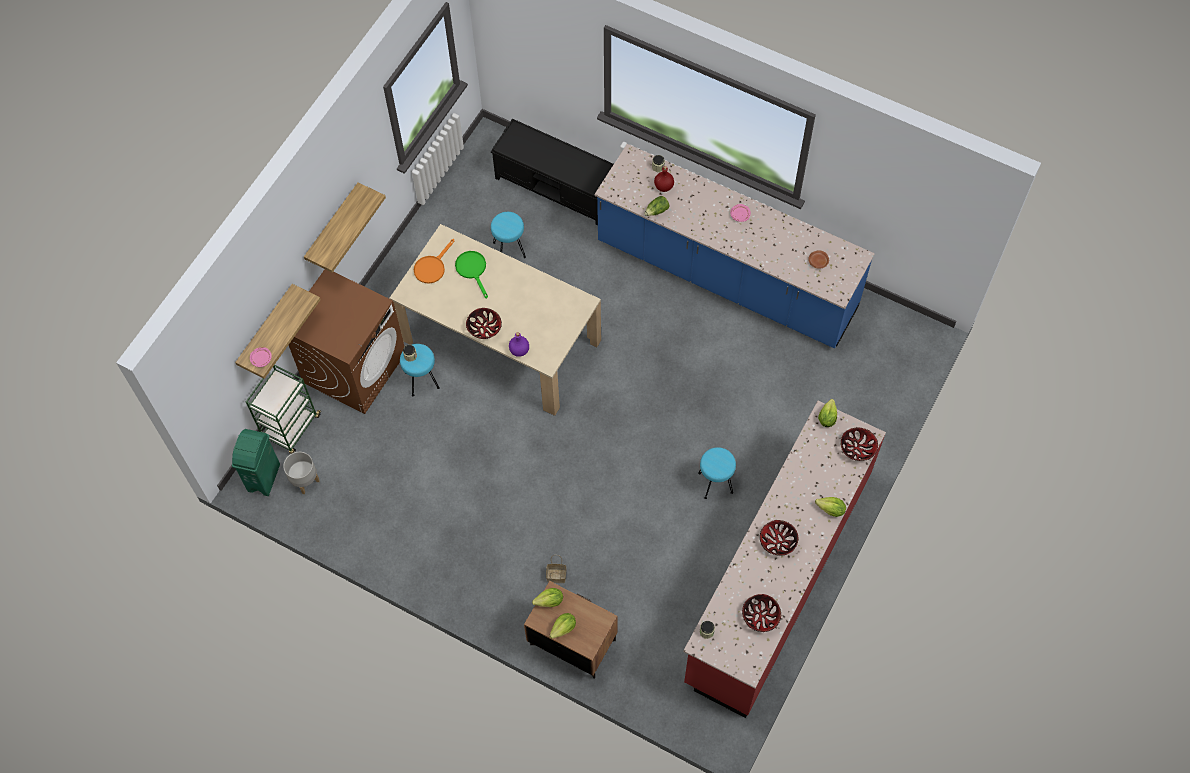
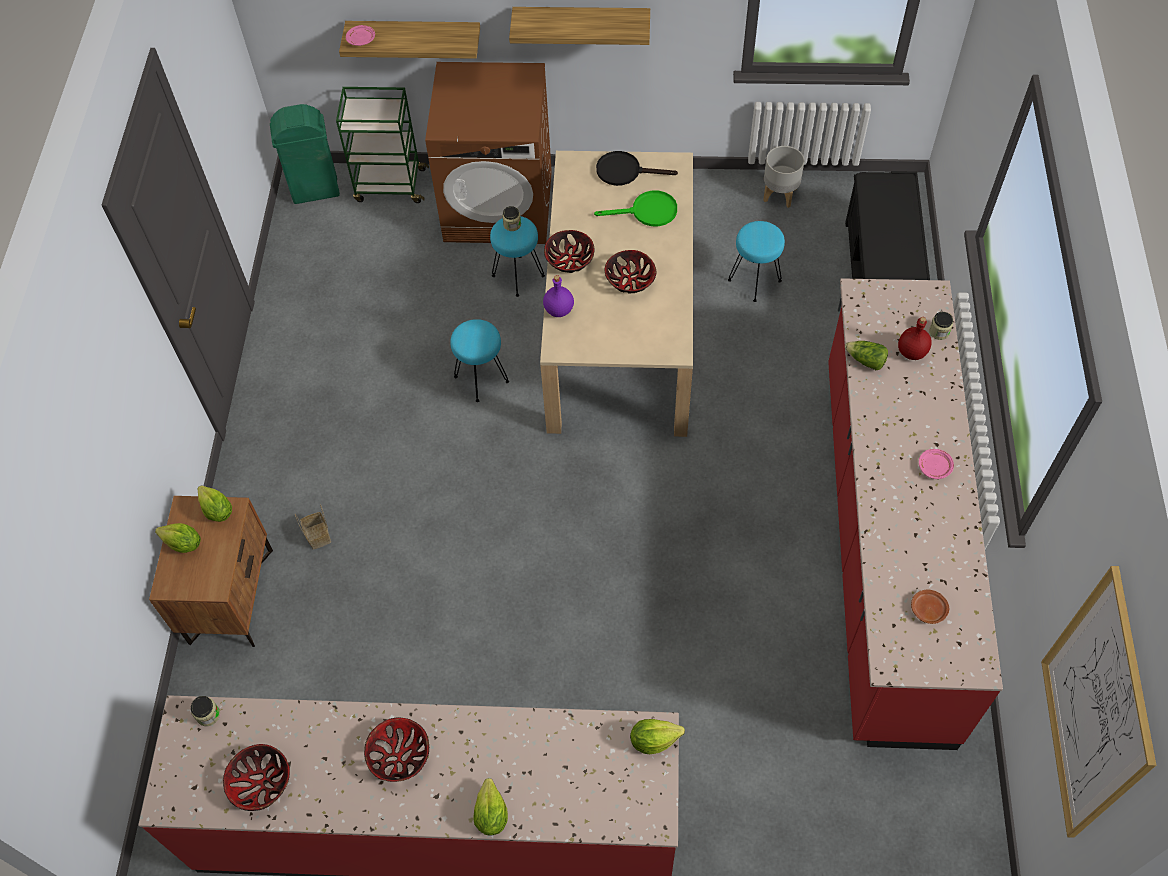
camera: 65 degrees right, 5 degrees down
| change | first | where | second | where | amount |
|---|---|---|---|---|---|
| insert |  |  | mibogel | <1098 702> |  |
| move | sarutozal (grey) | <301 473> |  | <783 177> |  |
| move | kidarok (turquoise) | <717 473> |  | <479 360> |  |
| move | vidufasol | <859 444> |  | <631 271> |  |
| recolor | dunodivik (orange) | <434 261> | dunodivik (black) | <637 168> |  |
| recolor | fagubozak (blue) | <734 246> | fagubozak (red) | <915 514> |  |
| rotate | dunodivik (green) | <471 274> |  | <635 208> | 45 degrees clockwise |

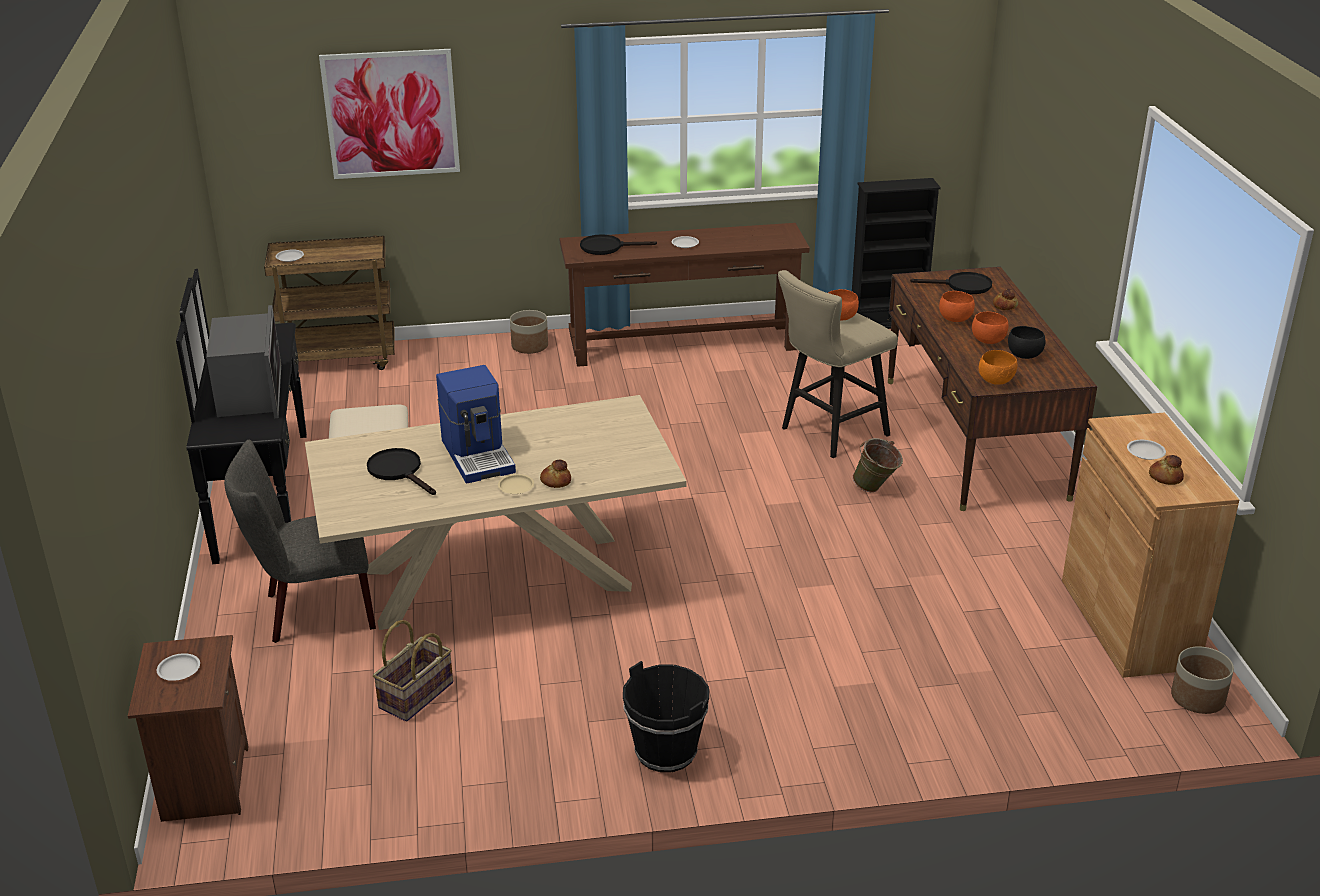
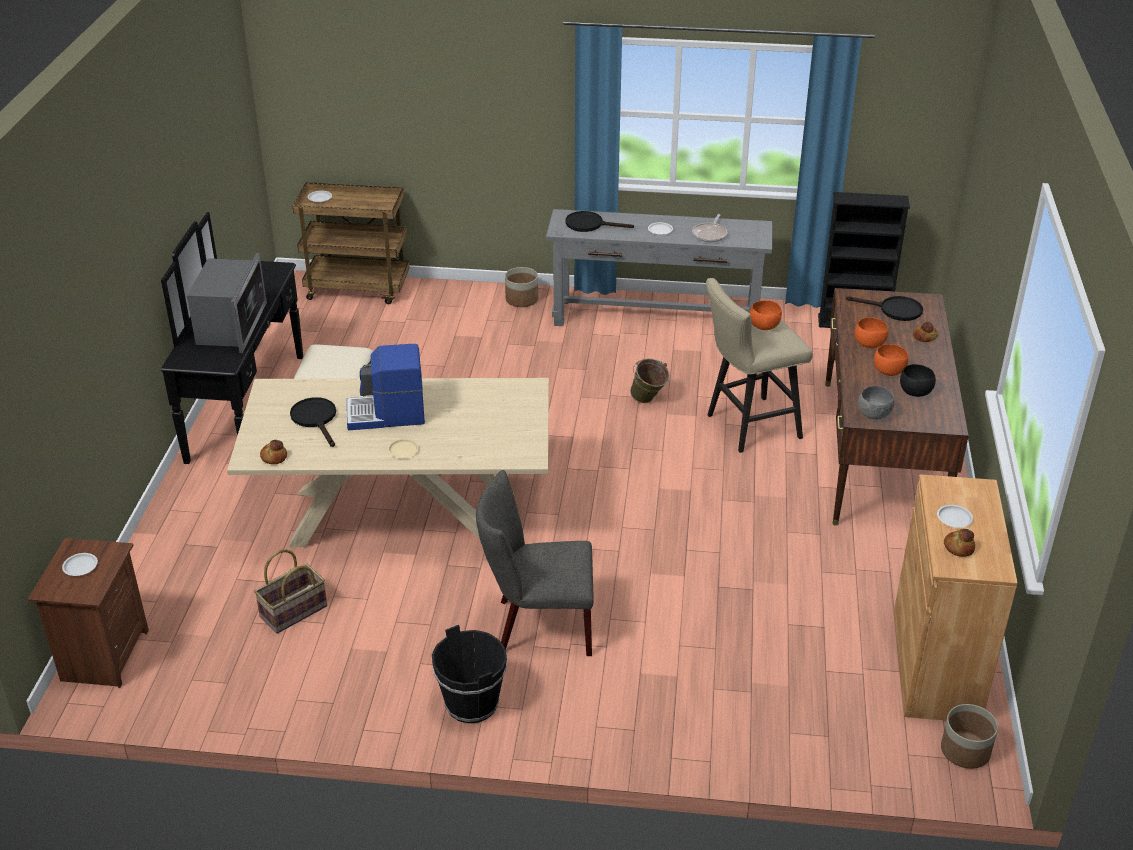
camera: 15 degrees right, 5 degrees up
| change | first | where | second | where | amount |
|---|---|---|---|---|---|
| delete | mibogel | <389 114> |  |  |  |
| insert |  |  | dunodivik | <709 228> |  |
| move | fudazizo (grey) | <300 541> |  | <535 563> |  |
| move | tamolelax | <555 474> |  | <273 452> |  |
| move | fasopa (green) | <878 465> |  | <650 380> |  |
| recolor | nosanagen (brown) | <684 295> | nosanagen (grey) | <659 267> |  |
| recolor | vidufasol (orange) | <998 367> | vidufasol (grey) | <876 402> |  |
| rotate | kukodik | <476 424> |  | <386 387> | 90 degrees clockwise |

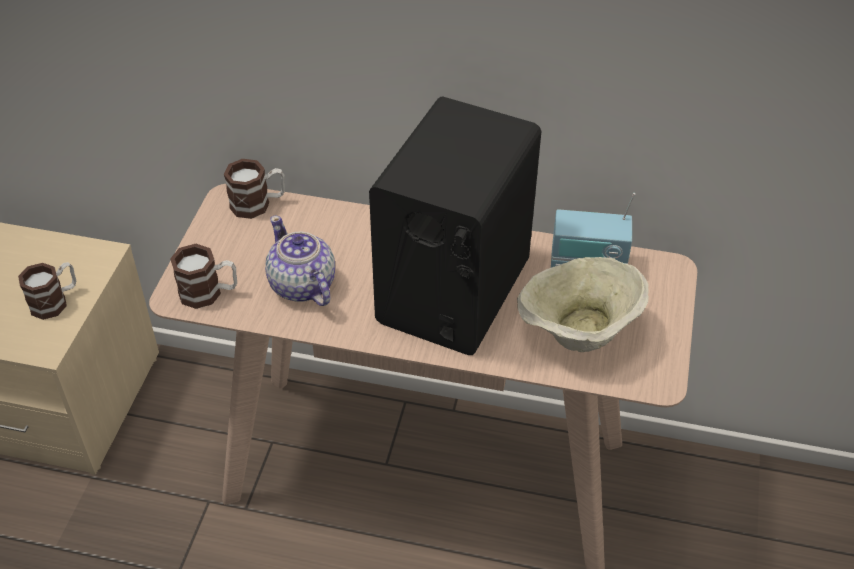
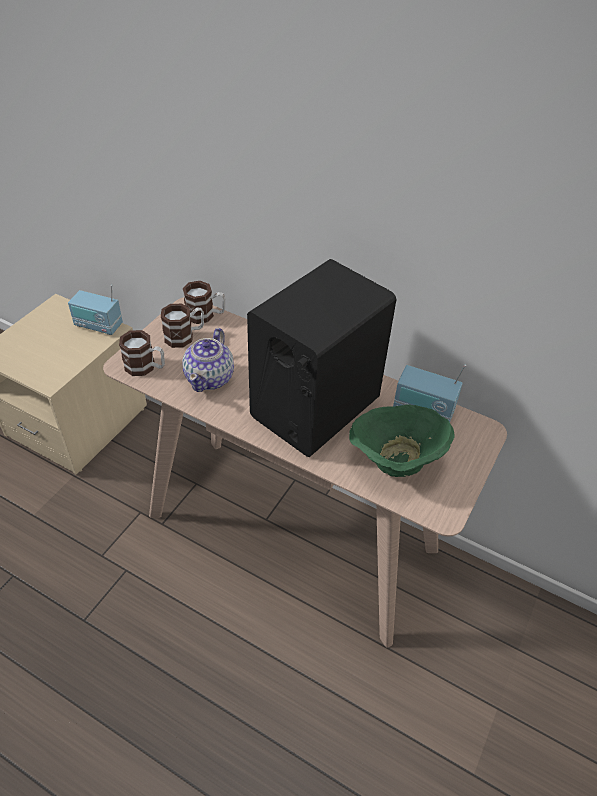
camera: 15 degrees right, 0 degrees up
| change | first | where | second | where | amount |
|---|---|---|---|---|---|
| insert |  |  | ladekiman | <95 310> |  |
| move | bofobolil | <47 291> |  | <182 326> |  |
| recolor | vidufasol (beige) | <583 304> | vidufasol (green) | <402 440> |  |
| rotate | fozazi | <300 261> |  | <208 360> | 150 degrees counterclockwise |

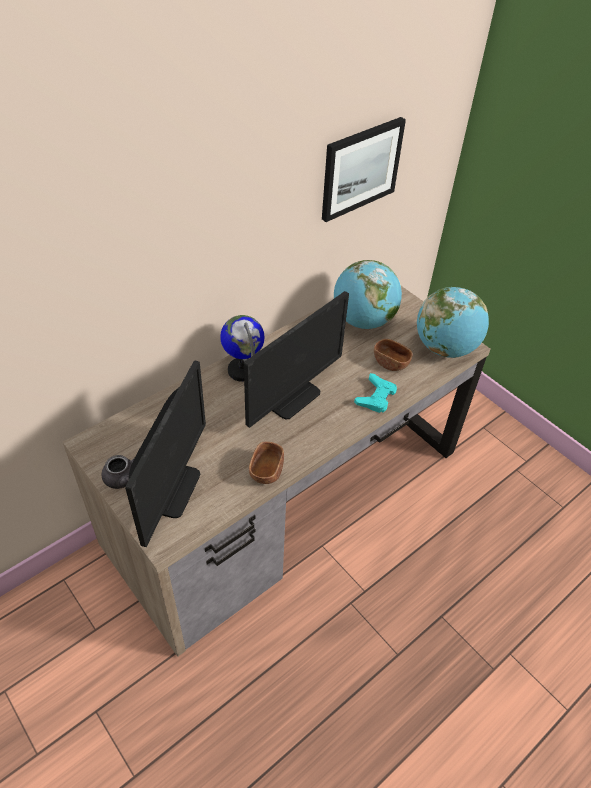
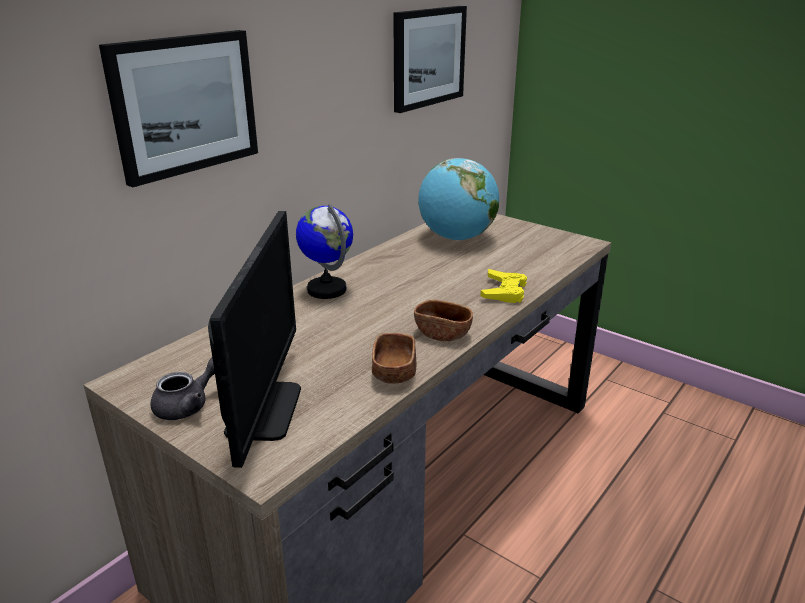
camera: 10 degrees left, 20 degrees down
| change | first | where | second | where | amount |
|---|---|---|---|---|---|
| delete | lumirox | <296 359> |  |  |  |
| delete | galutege | <453 322> |  |  |  |
| insert |  |  | mibogel | <178 108> |  |
| move | vidufasol (brown) | <393 355> |  | <443 320> |  |
| recolor | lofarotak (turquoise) | <375 393> | lofarotak (yellow) | <504 286> |  |

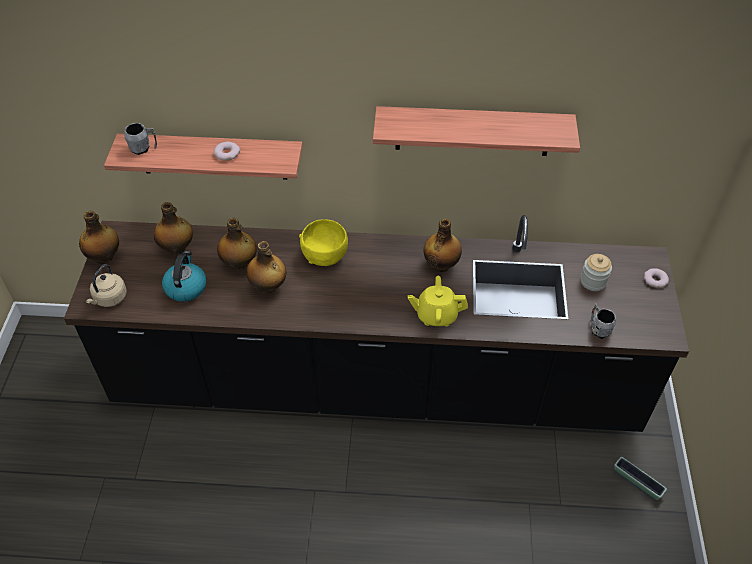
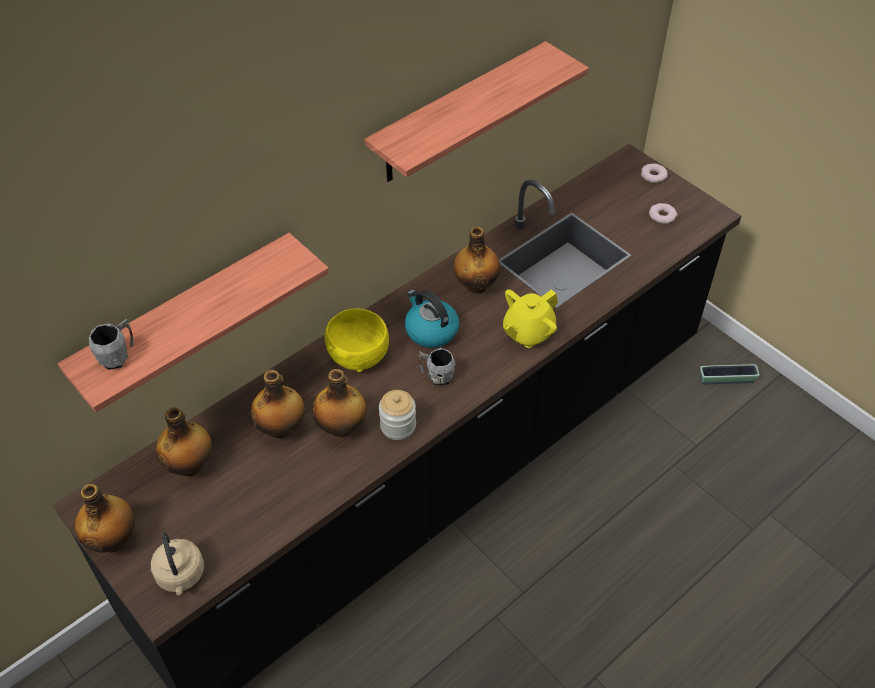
camera: 45 degrees left, 0 degrees up
| change | first | where | second | where | amount |
|---|---|---|---|---|---|
| move | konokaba | <184 276> |  | <432 319> |  |
| move | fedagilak | <227 151> |  | <663 213> |  |
| move | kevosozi | <596 272> |  | <397 415> |  |
| move | bofobolil (grey) | <603 321> |  | <437 366> |  |

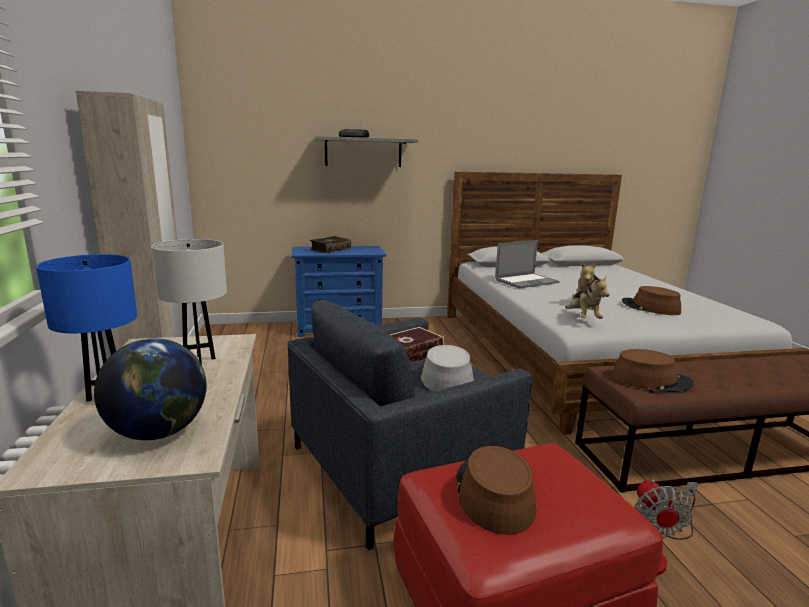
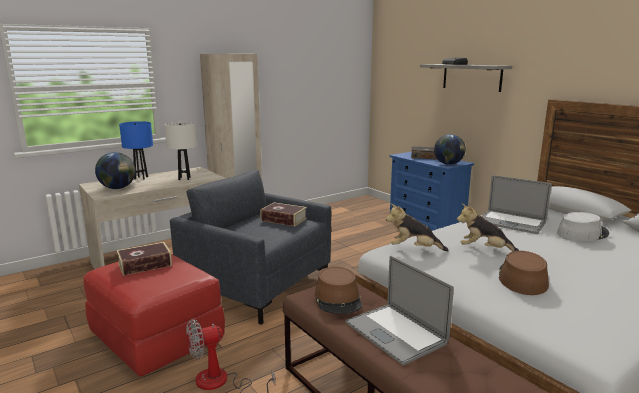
camera: 65 degrees right, 0 degrees up
| change | first | where | second | where | amount |
|---|---|---|---|---|---|
| insert |  |  | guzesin | <399 310> |  |
| insert |  |  | galutege | <450 149> |  |
| move | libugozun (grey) | <447 368> |  | <583 227> |  |
| replace | libugozun (brown) | <496 490> | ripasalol | <144 259> |  |
| rotate | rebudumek | <587 297> |  | <417 227> | 45 degrees clockwise |

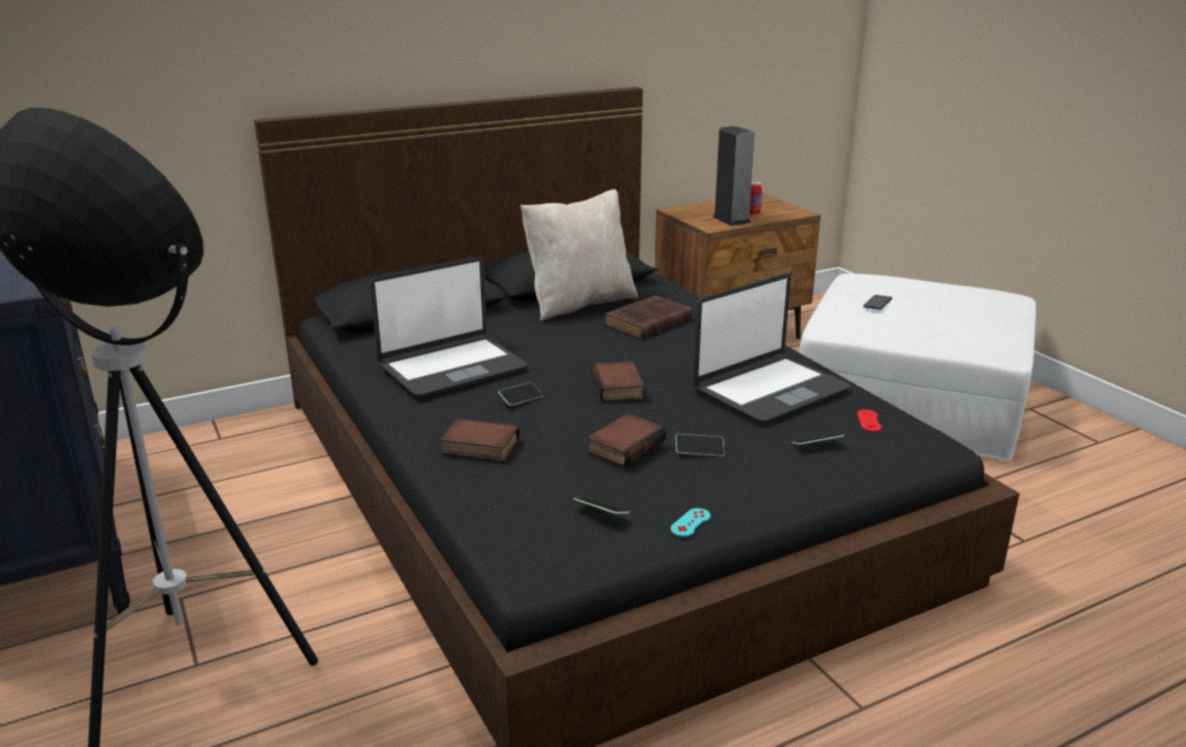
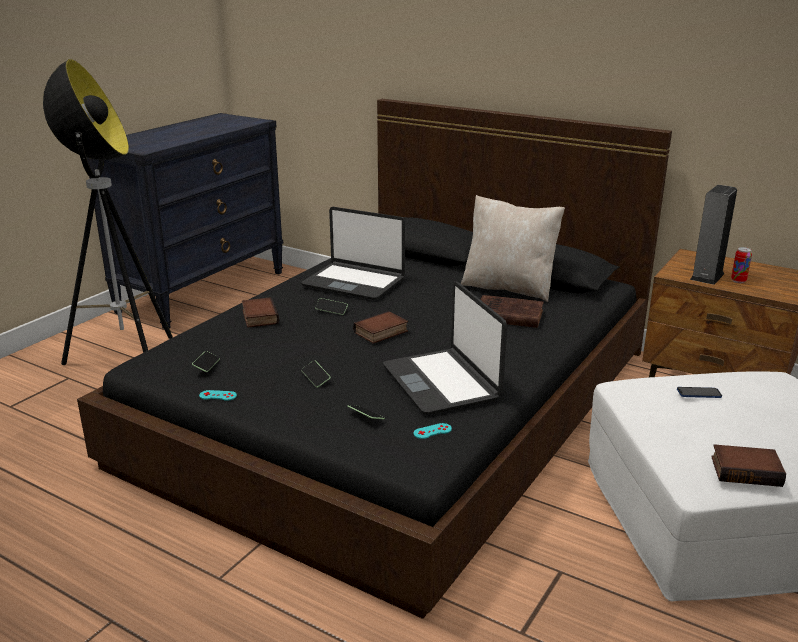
camera: 60 degrees right, 0 degrees up
| change | first | where | second | where | amount |
|---|---|---|---|---|---|
| move | ripasalol | <626 440> |  | <748 465> |  |
| recolor | lofarotak (red) | <869 420> | lofarotak (turquoise) | <432 431> |  |
| rotate | guzesin | <772 348> |  | <445 348> | 45 degrees clockwise |

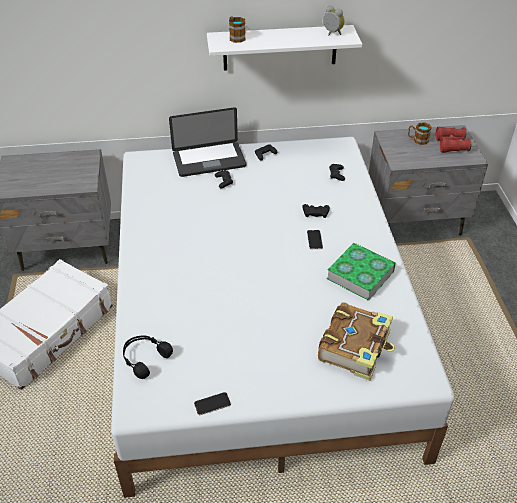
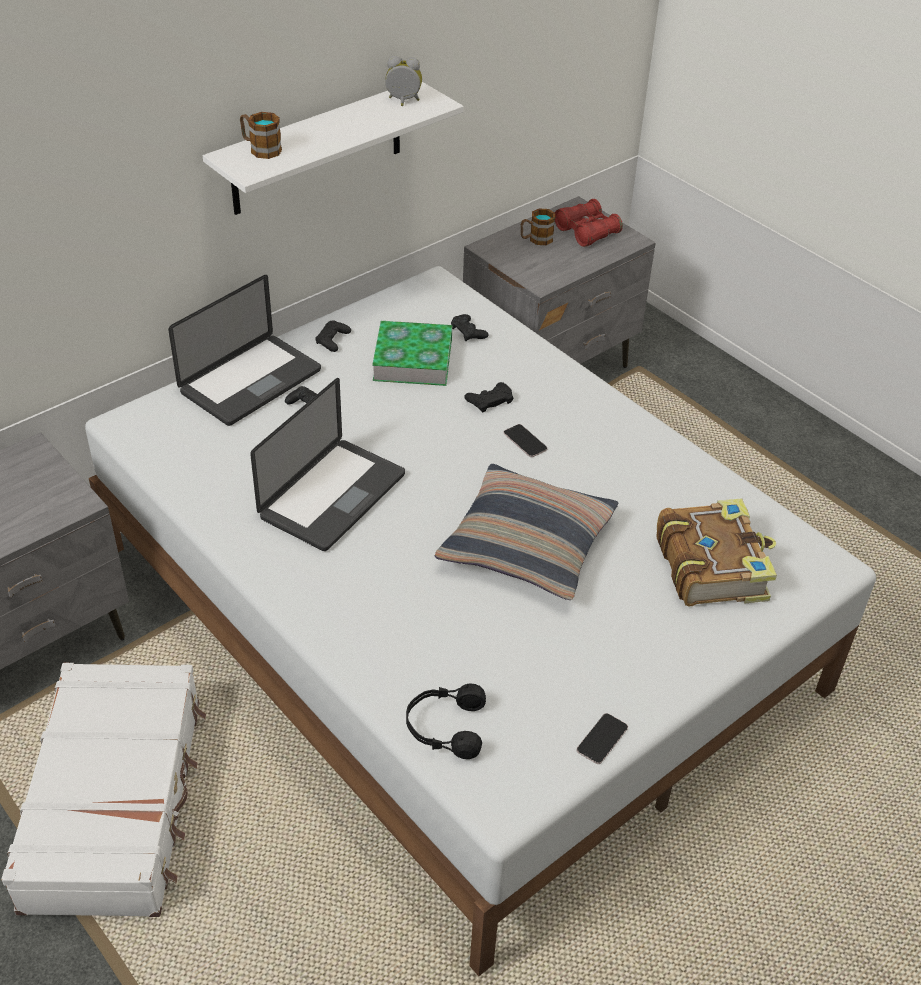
camera: 35 degrees left, 0 degrees up
| change | first | where | second | where | amount |
|---|---|---|---|---|---|
| insert |  |  | guzesin | <327 464> |  |
| insert |  |  | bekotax | <526 532> |  |
| move | ripasalol | <361 272> |  | <412 353> |  |

